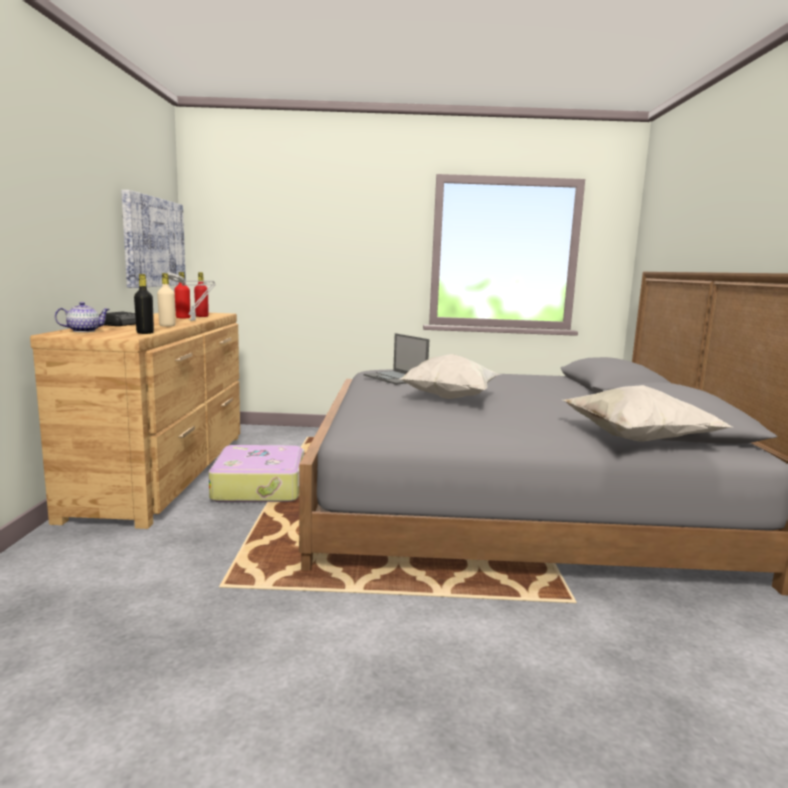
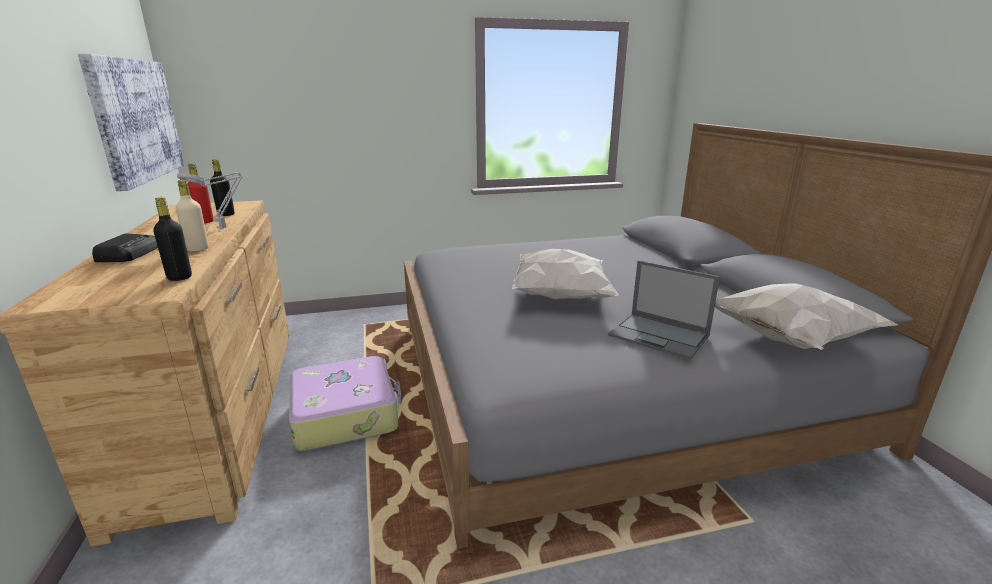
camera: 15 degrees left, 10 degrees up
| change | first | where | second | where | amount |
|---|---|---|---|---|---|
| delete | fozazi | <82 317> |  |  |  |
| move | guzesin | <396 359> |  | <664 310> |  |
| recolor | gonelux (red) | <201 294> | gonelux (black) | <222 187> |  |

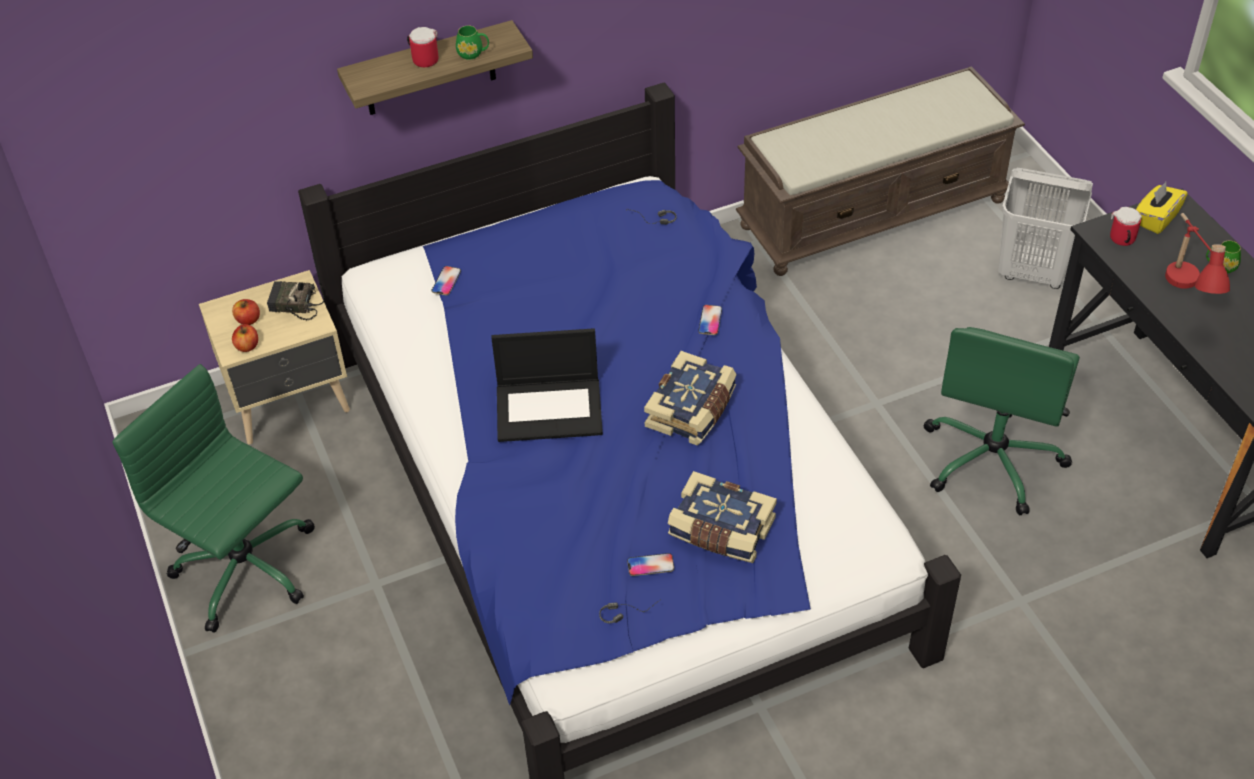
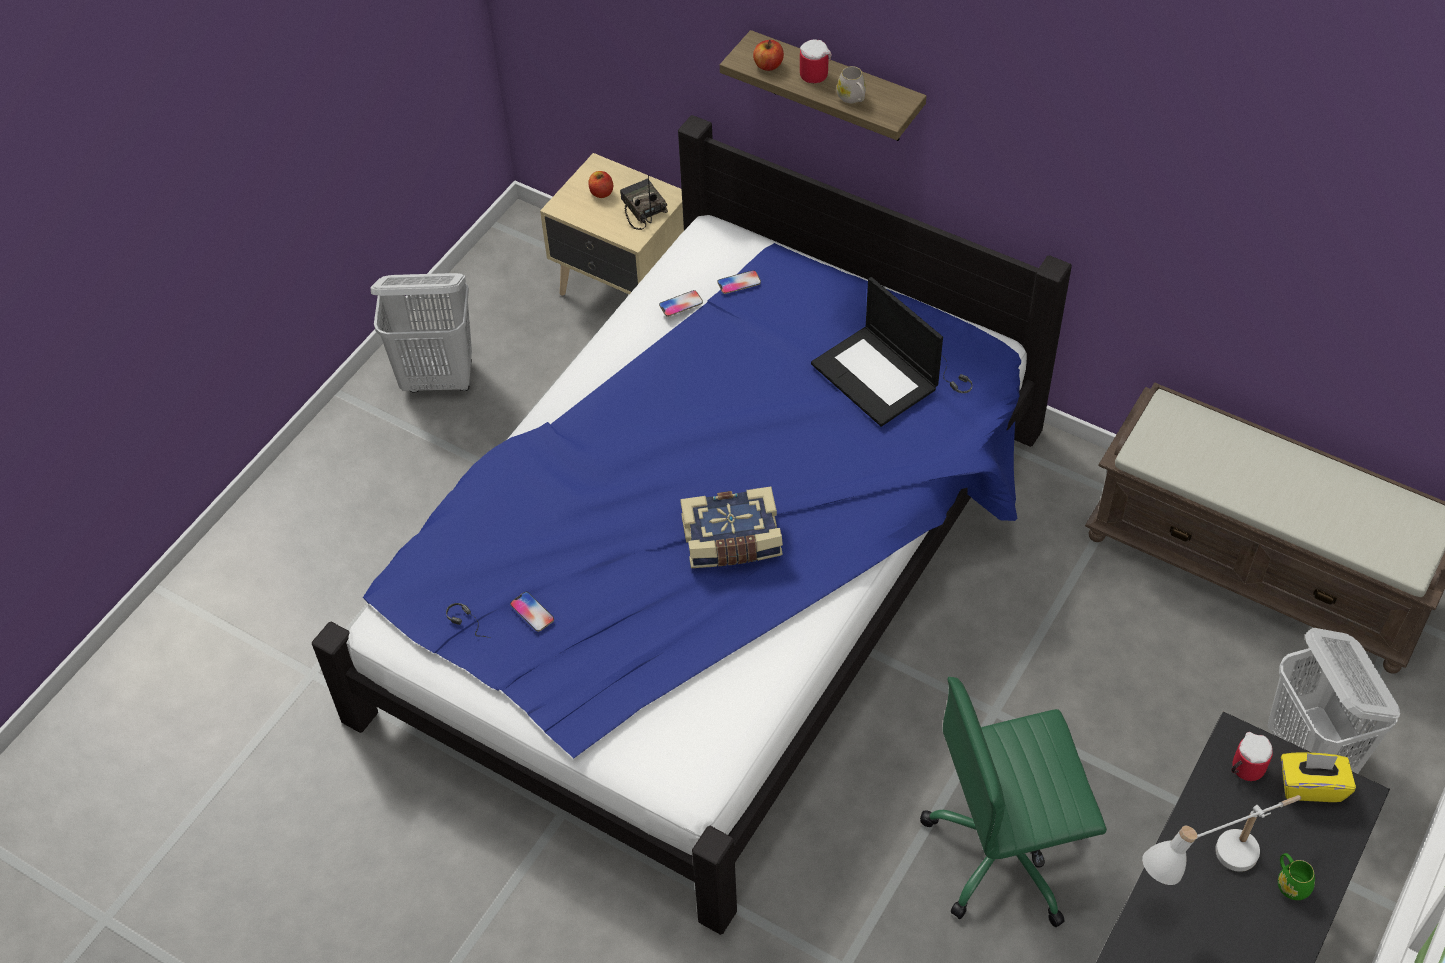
camera: 55 degrees right, 5 degrees up
| change | first | where | second | where | amount |
|---|---|---|---|---|---|
| delete | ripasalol | <722 517> |  |  |  |
| move | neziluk | <245 338> |  | <768 55> |  |
| move | guzesin | <547 385> |  | <877 352> |  |
| move | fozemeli | <710 320> |  | <681 303> |  |
| replace | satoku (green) | <213 498> | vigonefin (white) | <421 333> |  |
| recolor | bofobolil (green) | <472 42> | bofobolil (white) | <851 84> |  |
| recolor | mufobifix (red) | <1197 253> | mufobifix (white) | <1221 840> |  |

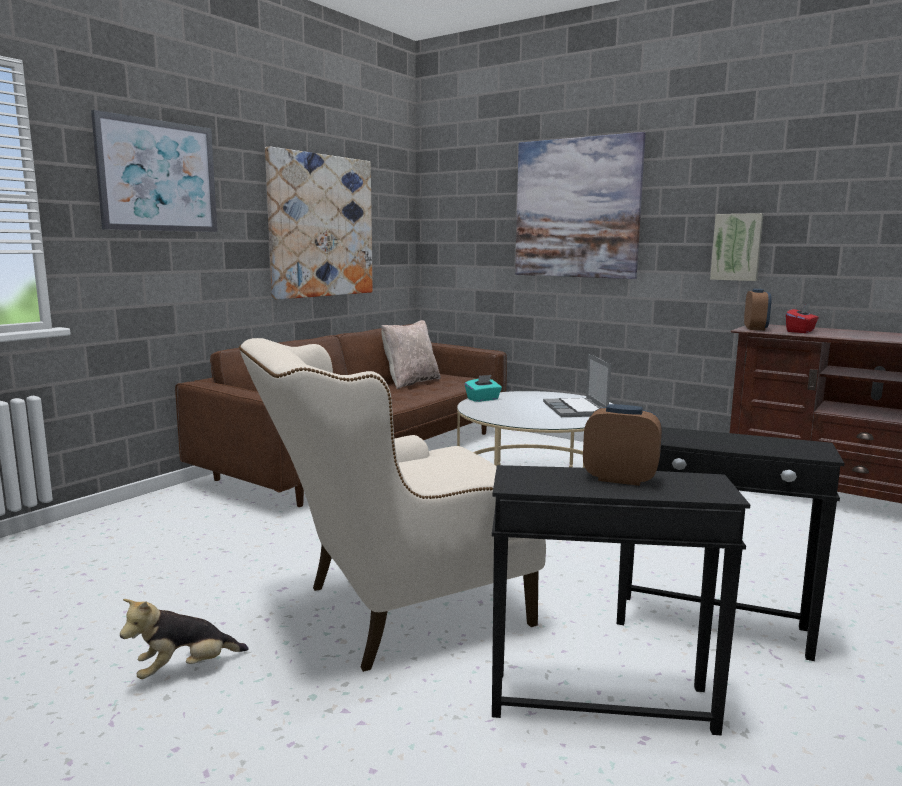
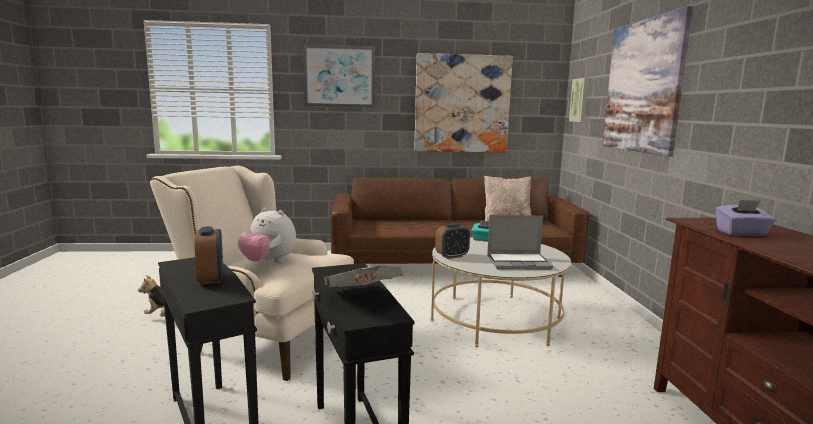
camera: 50 degrees right, 0 degrees up
| change | first | where | second | where | amount |
|---|---|---|---|---|---|
| insert |  |  | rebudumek | <267 235> |  |
| insert |  |  | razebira | <363 276> |  |
| move | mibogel | <737 247> |  | <579 100> |  |
| move | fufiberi | <758 309> |  | <452 241> |  |
| recolor | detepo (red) | <802 318> | detepo (purple) | <745 218> |  |
| rotate | guzesin | <577 385> |  | <520 242> | 135 degrees counterclockwise |

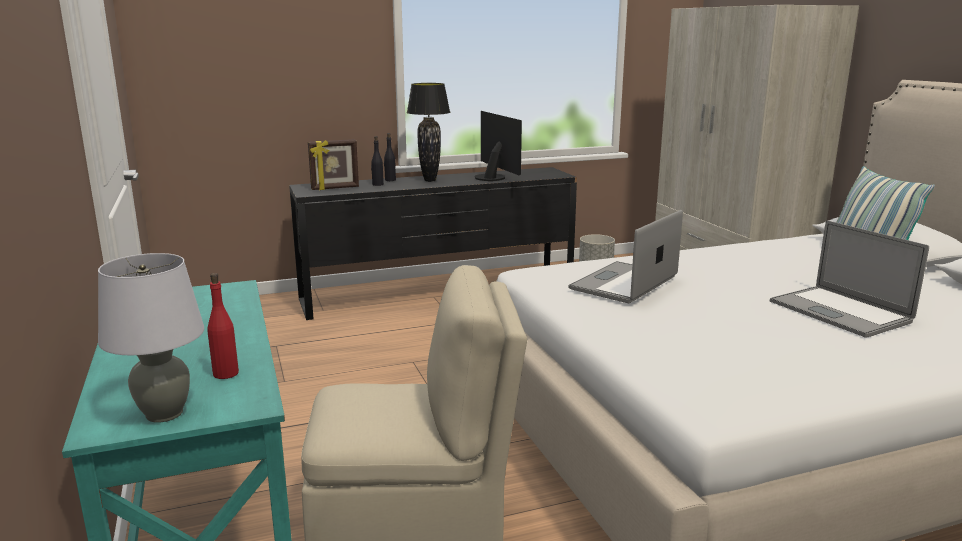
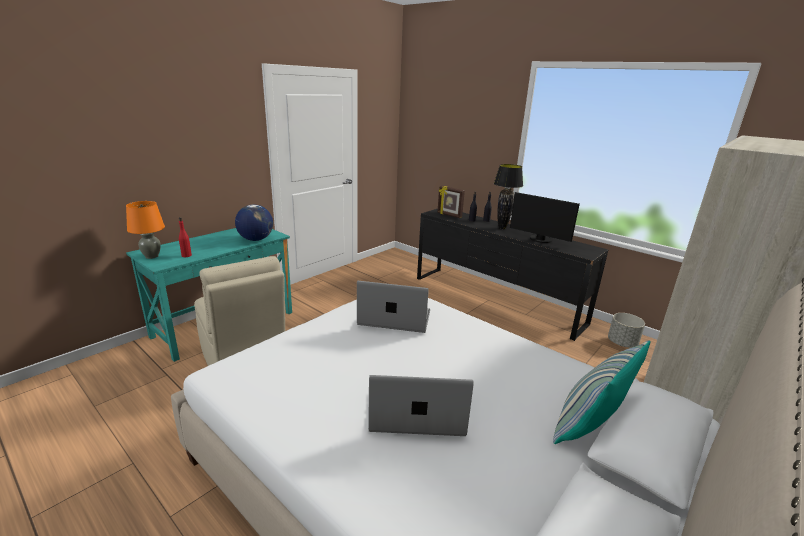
camera: 60 degrees right, 5 degrees up
| change | first | where | second | where | amount |
|---|---|---|---|---|---|
| insert |  |  | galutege | <254 222> |  |
| recolor | mufobifix (grey) | <151 337> | mufobifix (orange) | <145 230> |  |
| rotate | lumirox | <498 146> |  | <545 217> | 90 degrees clockwise |
| rotate | guzesin | <849 279> |  | <421 405> | 60 degrees clockwise |

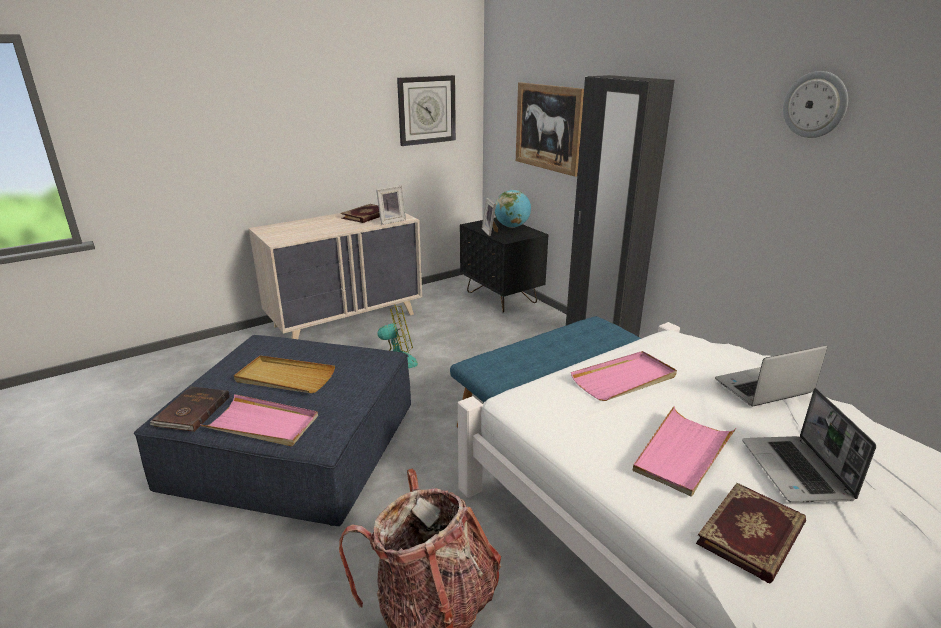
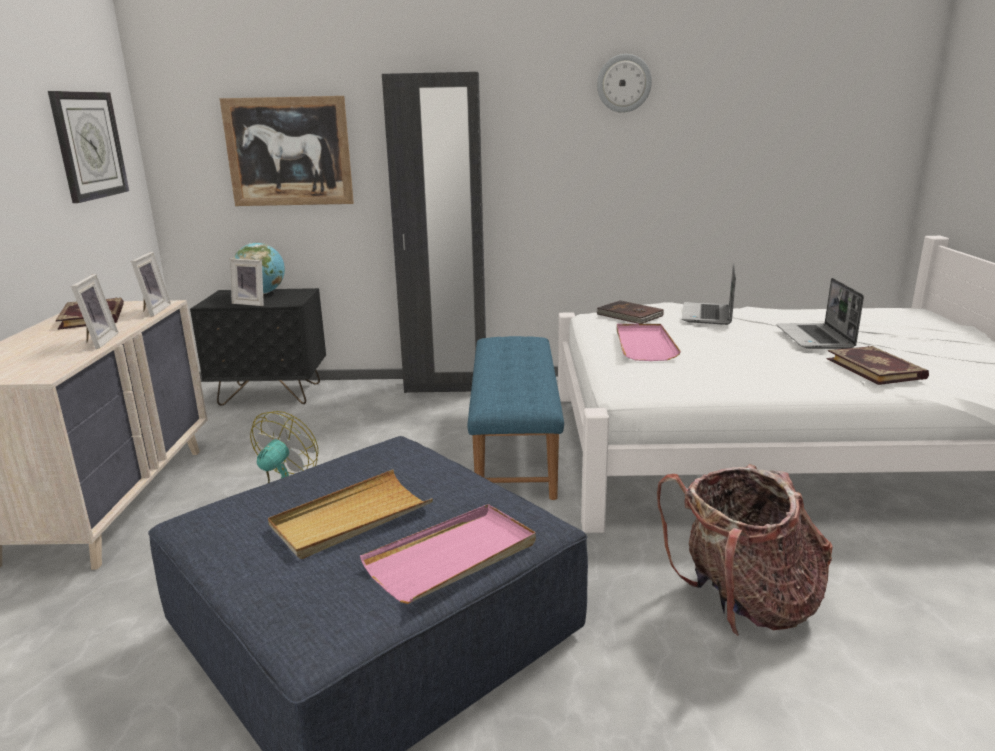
camera: 55 degrees left, 5 degrees down
| change | first | where | second | where | amount |
|---|---|---|---|---|---|
| delete | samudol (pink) | <684 451> |  |  |  |
| insert |  |  | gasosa | <95 311> |  |
| move | ripasalol (brown) | <189 409> |  | <630 312> |  |
| rotate | guzesin | <809 445> |  | <820 313> | 60 degrees clockwise |

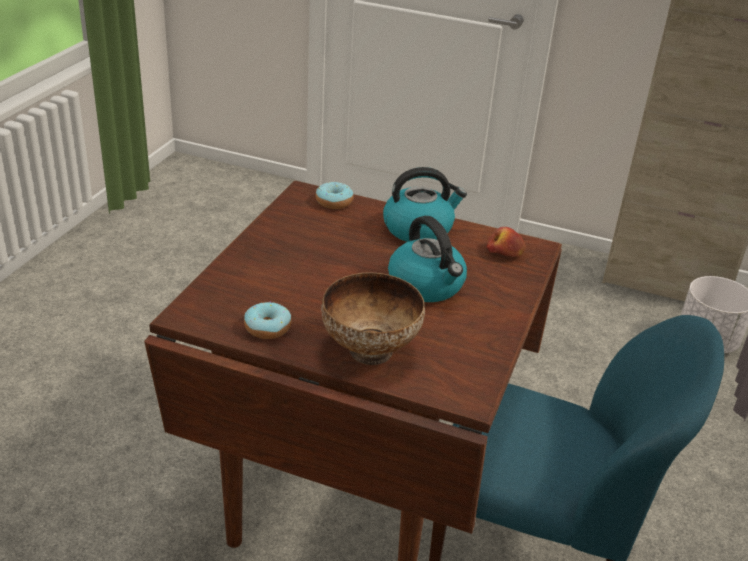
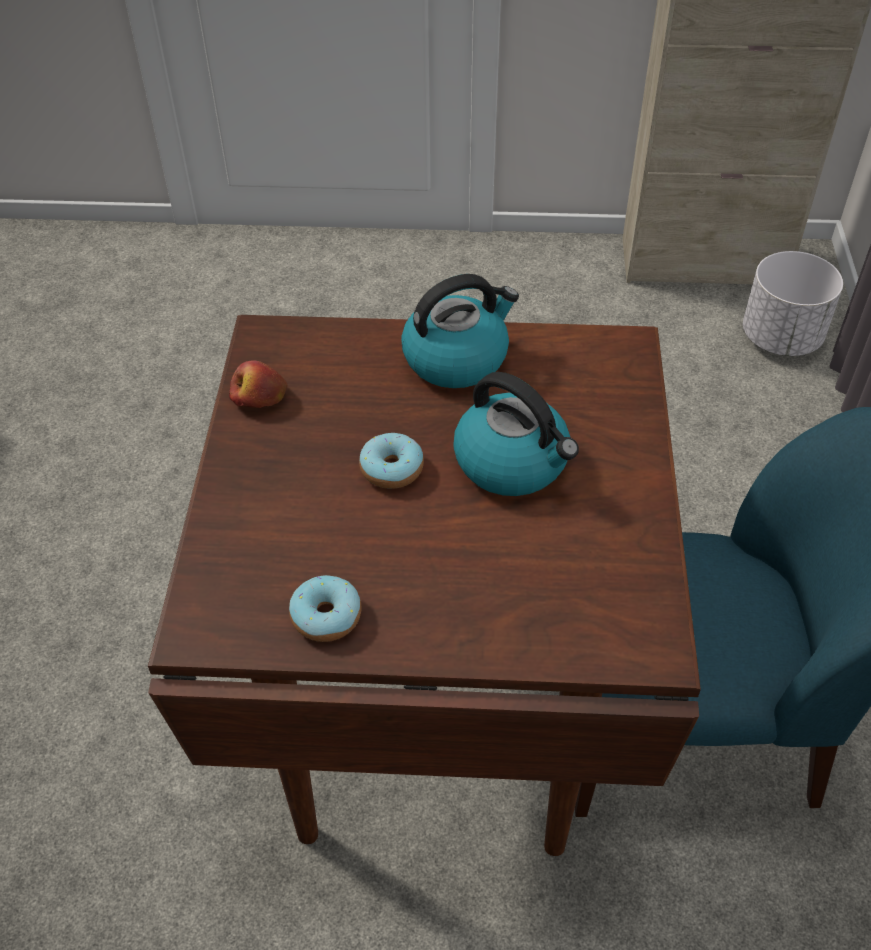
camera: 15 degrees left, 15 degrees up
| change | first | where | second | where | amount |
|---|---|---|---|---|---|
| delete | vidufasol | <373 318> |  |  |  |
| move | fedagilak | <335 195> |  | <391 461> |  |
| move | neziluk | <506 242> |  | <258 384> |  |

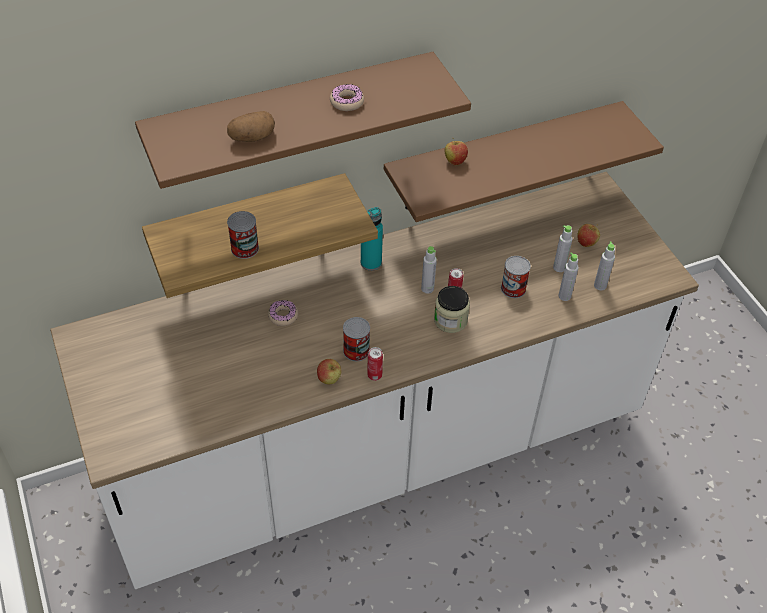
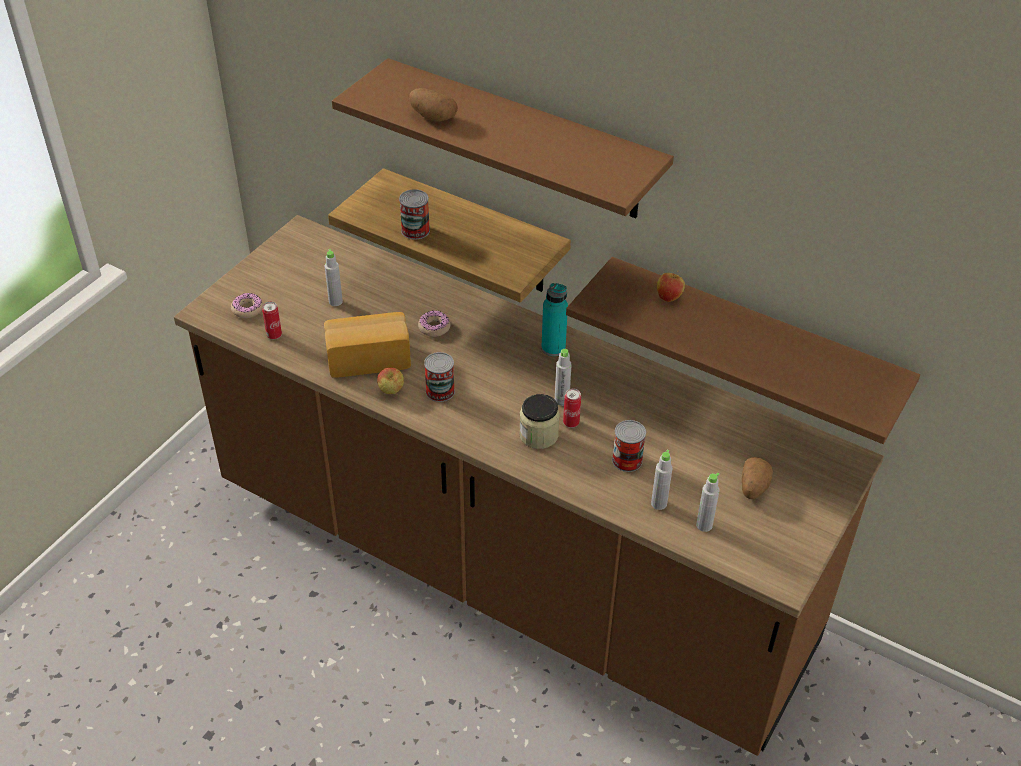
camera: 55 degrees right, 5 degrees down
| change | first | where | second | where | amount |
|---|---|---|---|---|---|
| insert |  |  | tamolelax | <367 345> |  |
| move | fedagilak | <347 97> |  | <247 305> |  |
| move | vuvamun | <375 364> |  | <272 320> |  |
| move | gonelux (grey) | <563 248> |  | <334 277> |  |
| replace | neziluk | <588 235> | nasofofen | <757 478> |  |
| recolor | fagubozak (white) | <374 380> | fagubozak (brown) | <529 485> |  |

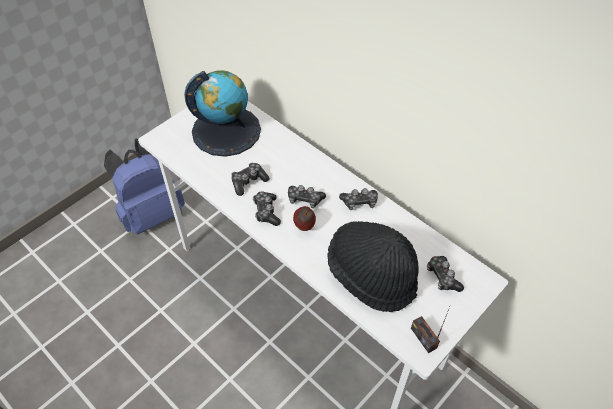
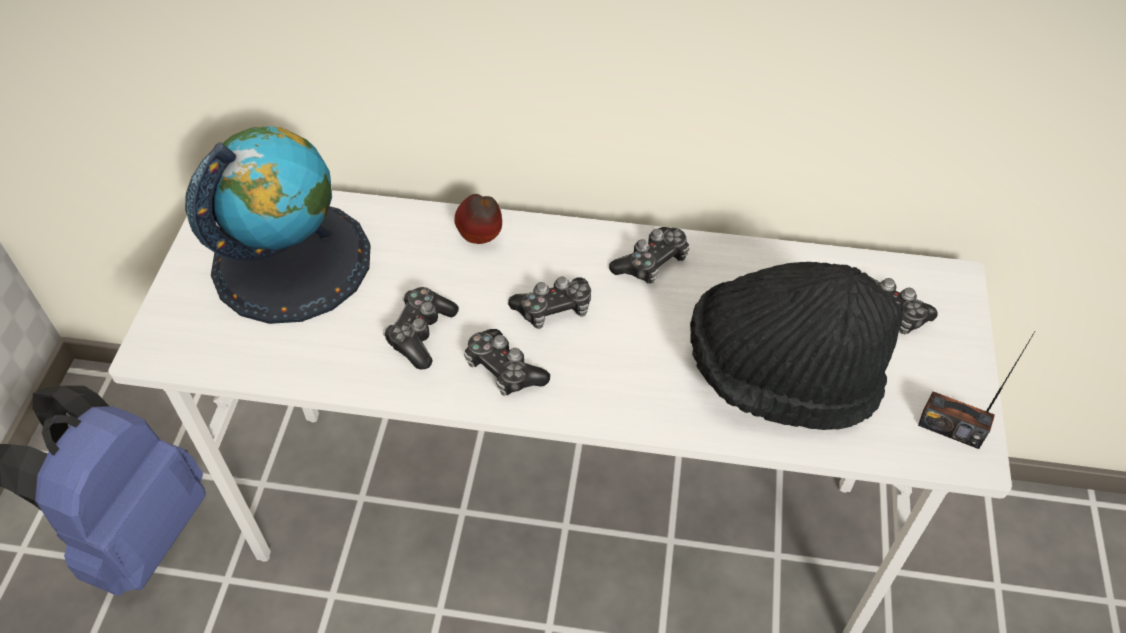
camera: 35 degrees left, 0 degrees up
| change | first | where | second | where | amount |
|---|---|---|---|---|---|
| move | neziluk | <304 218> |  | <478 219> |  |

